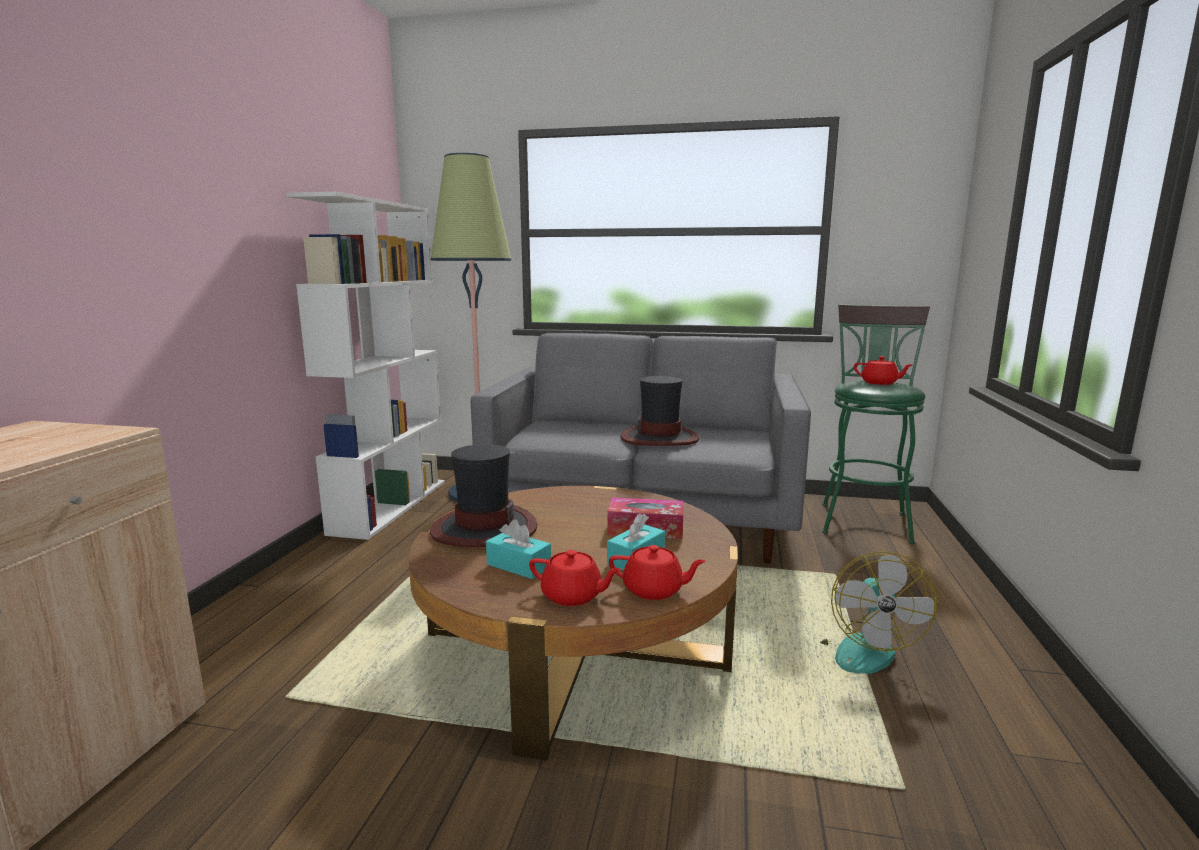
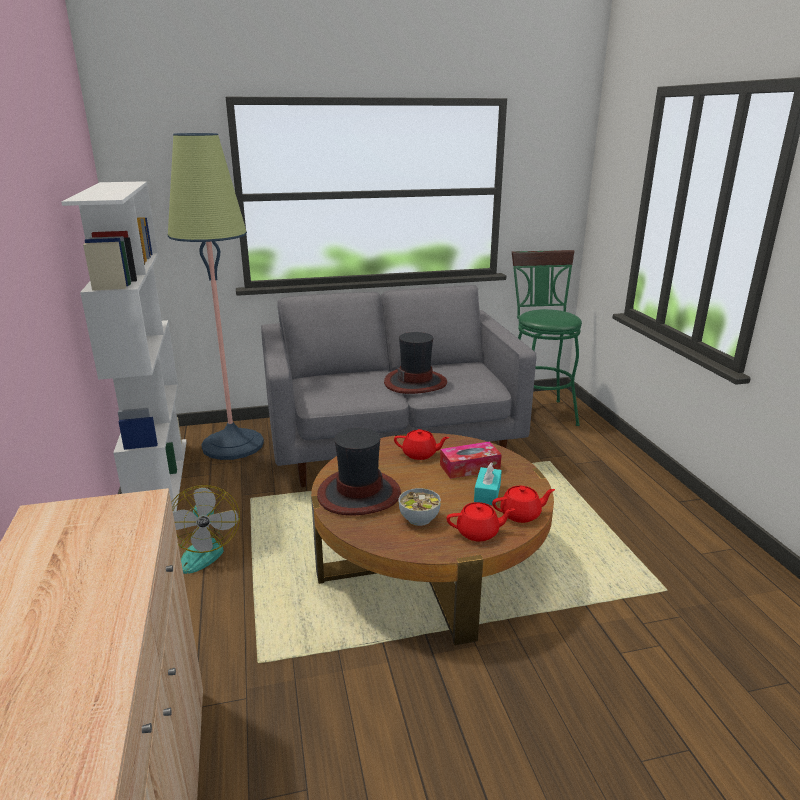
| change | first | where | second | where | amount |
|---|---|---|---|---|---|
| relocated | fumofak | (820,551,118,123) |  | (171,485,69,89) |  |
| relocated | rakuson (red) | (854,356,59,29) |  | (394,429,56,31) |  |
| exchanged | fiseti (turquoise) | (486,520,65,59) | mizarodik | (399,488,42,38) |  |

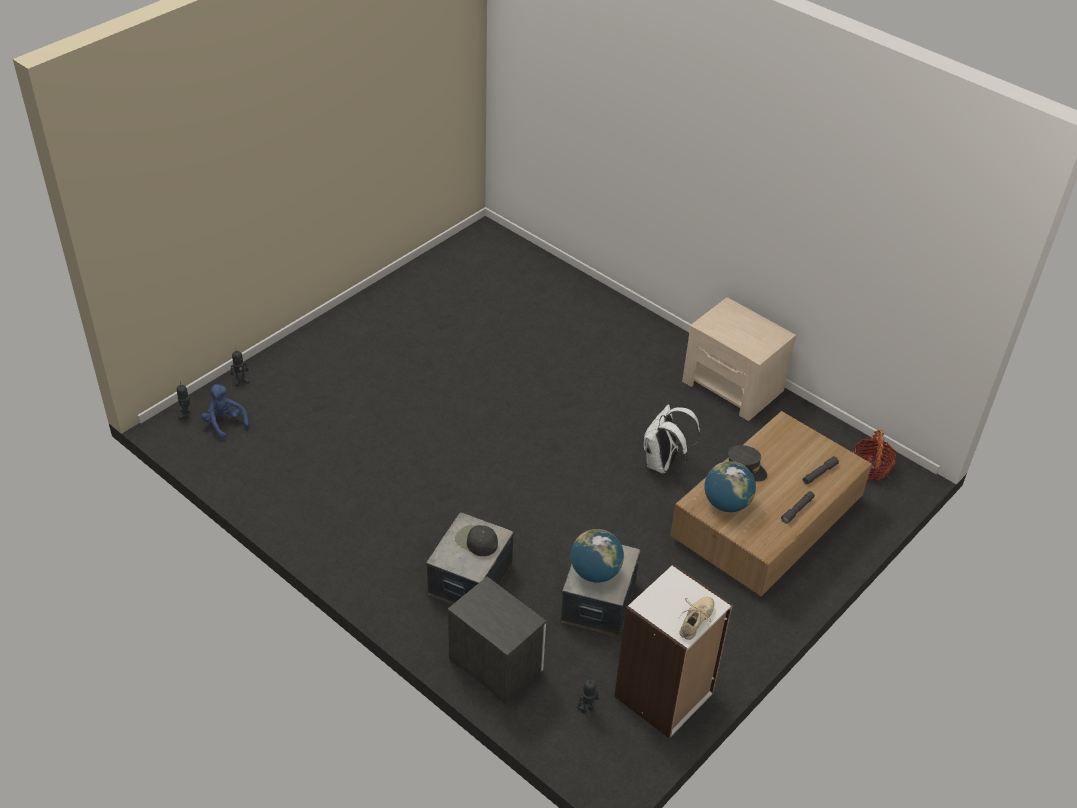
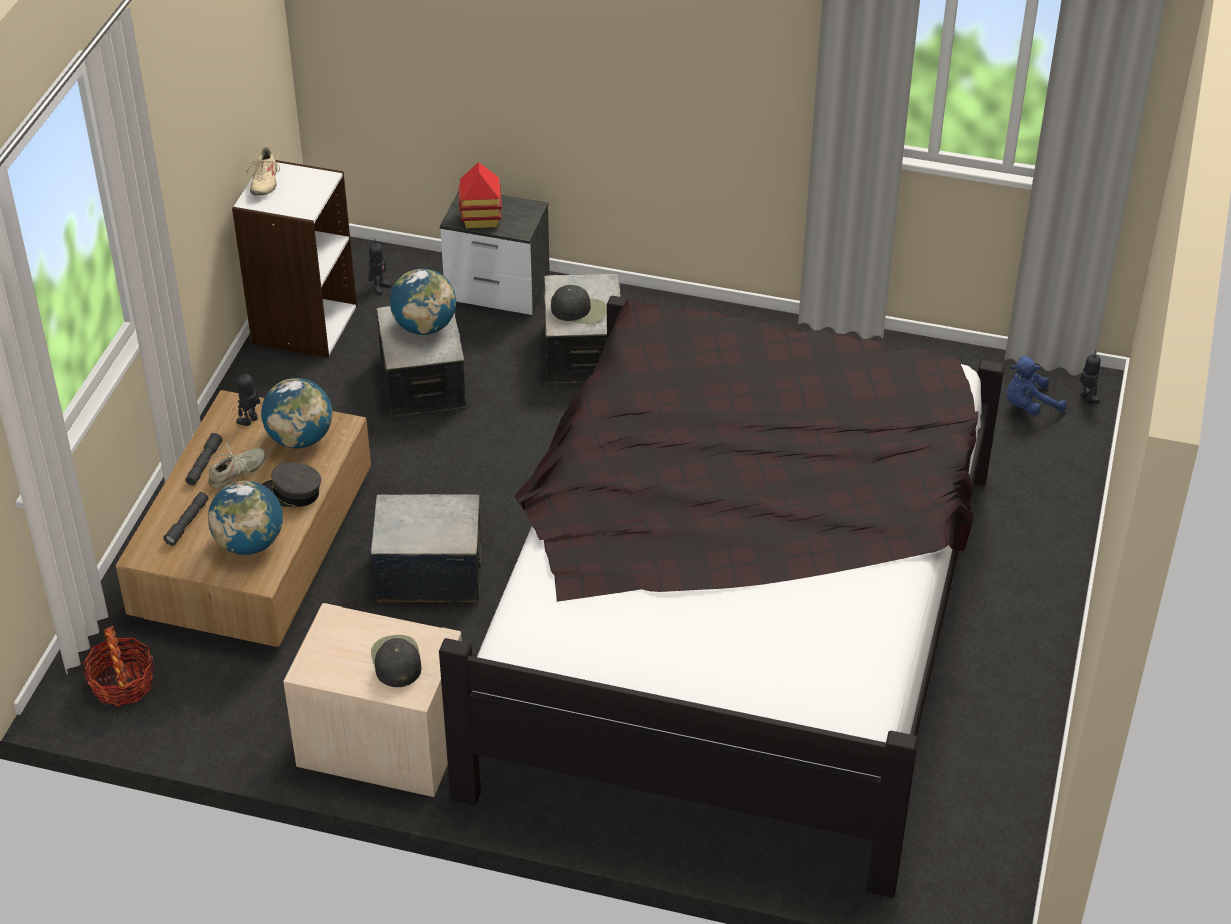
| change | first | where | second | where | amount |
|---|---|---|---|---|---|
| appeared |  |  | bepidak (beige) | (208,442,58,47) |  |
| appeared |  |  | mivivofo | (208,481,75,74) |  |
| appeared |  |  | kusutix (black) | (371,635,50,52) |  |
| appeared |  |  | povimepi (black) | (439,296,566,602) |  |
| appeared |  |  | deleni | (459,162,43,66) |  |
| relocated | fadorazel | (231,351,18,35) |  | (236,369,25,57) |  |
| exchanged | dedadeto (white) | (644,404,56,70) | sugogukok | (371,494,110,108) |  |
| spun | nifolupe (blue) | (201,384,48,56) |  | (1007,356,59,59) | 135 degrees clockwise |

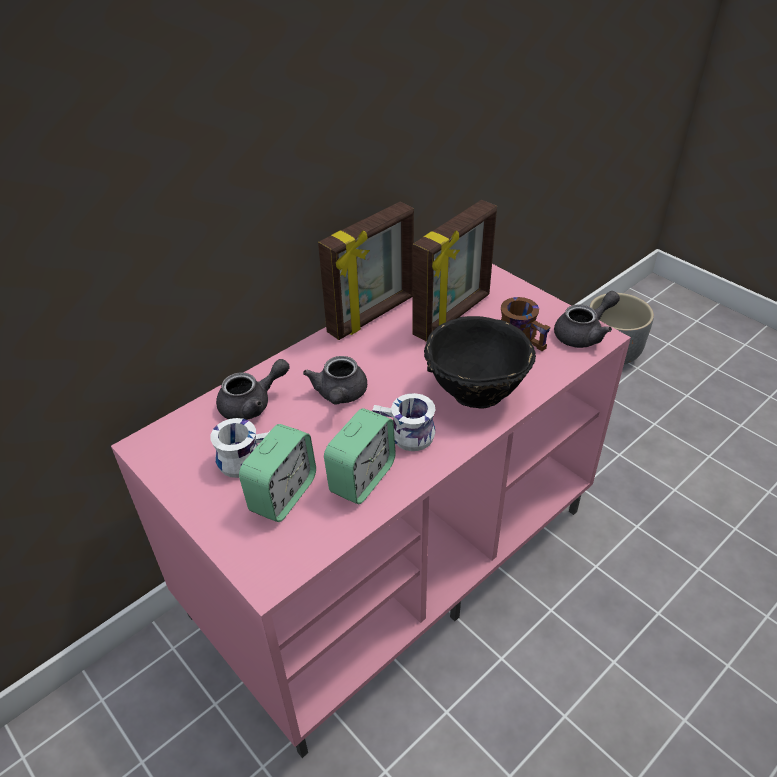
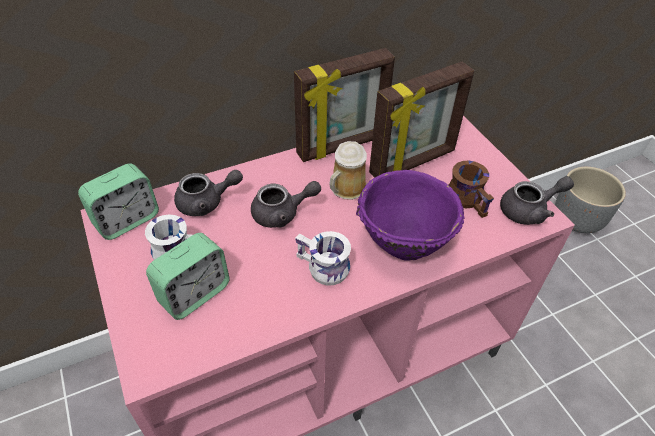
| change | first | where | second | where | amount |
|---|---|---|---|---|---|
| appeared |  |  | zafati | (329,141,38,59) |  |
| relocated | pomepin | (324,408,72,96) |  | (78,163,81,77) |  |
| colour | mizarodik (black) | (424,316,112,92) | mizarodik (purple) | (356,170,109,91) |  |
| spun | rakuson (grey) | (303,356,64,49) |  | (251,181,70,47) | 120 degrees counterclockwise |

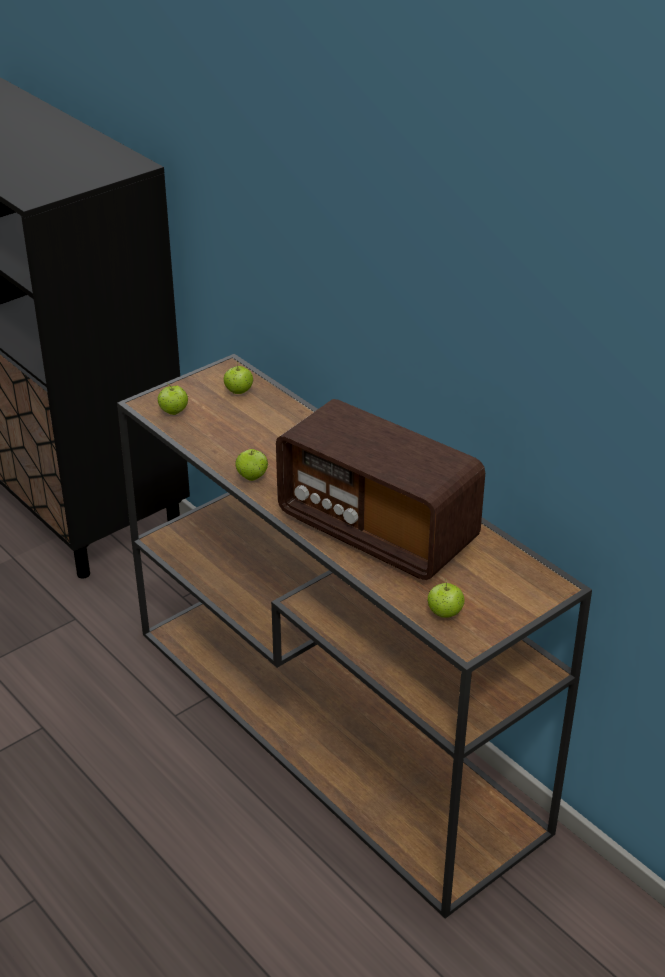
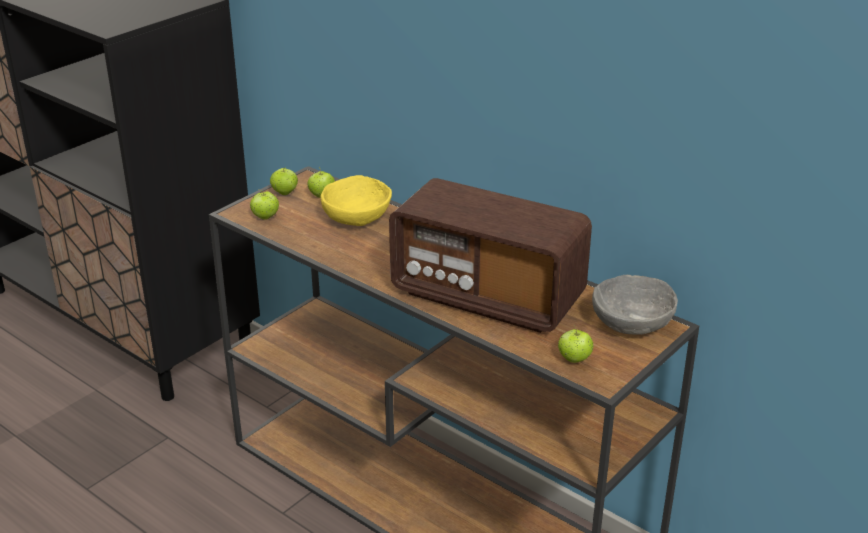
| change | first | where | second | where | amount |
|---|---|---|---|---|---|
| appeared |  |  | mizarodik (yellow) | (320,175,72,51) |  |
| appeared |  |  | mizarodik (grey) | (592,275,86,60) |  |
| relocated | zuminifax | (235,449,33,32) |  | (270,168,28,27) |  |

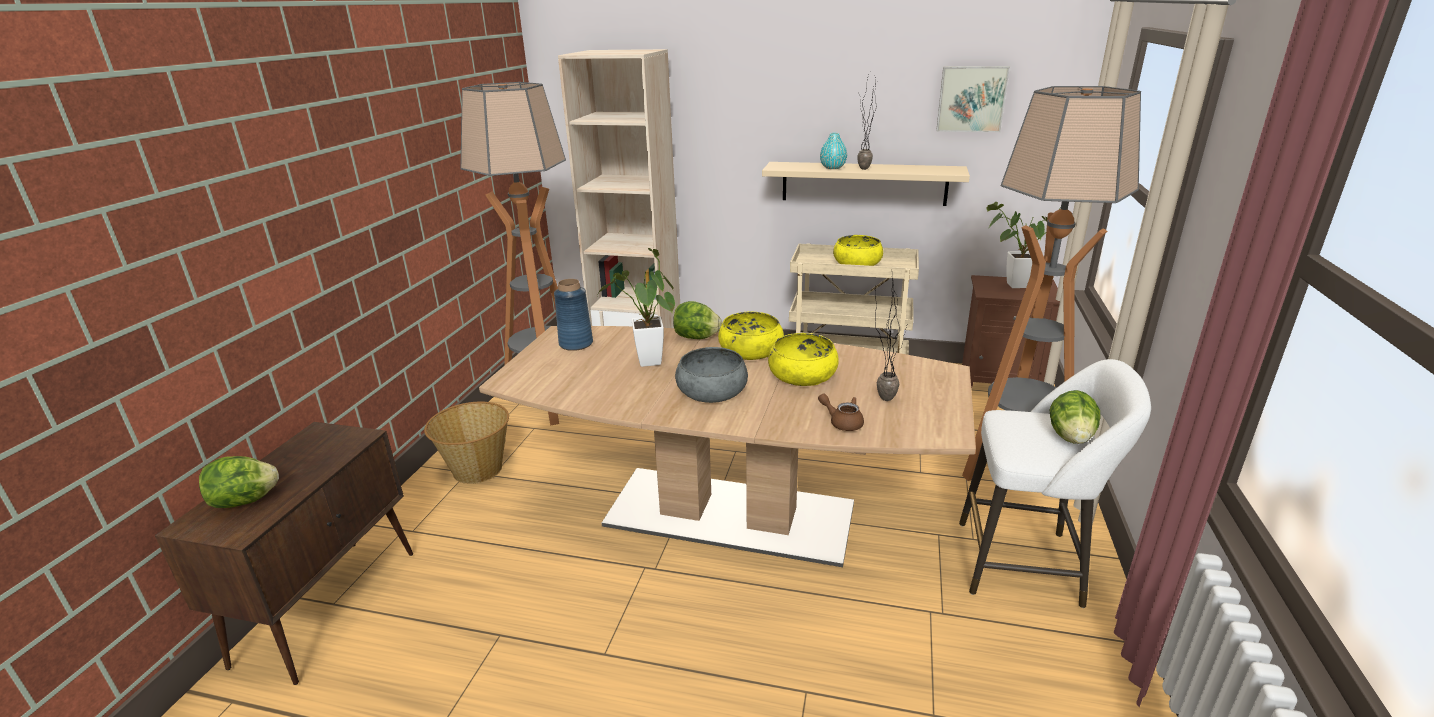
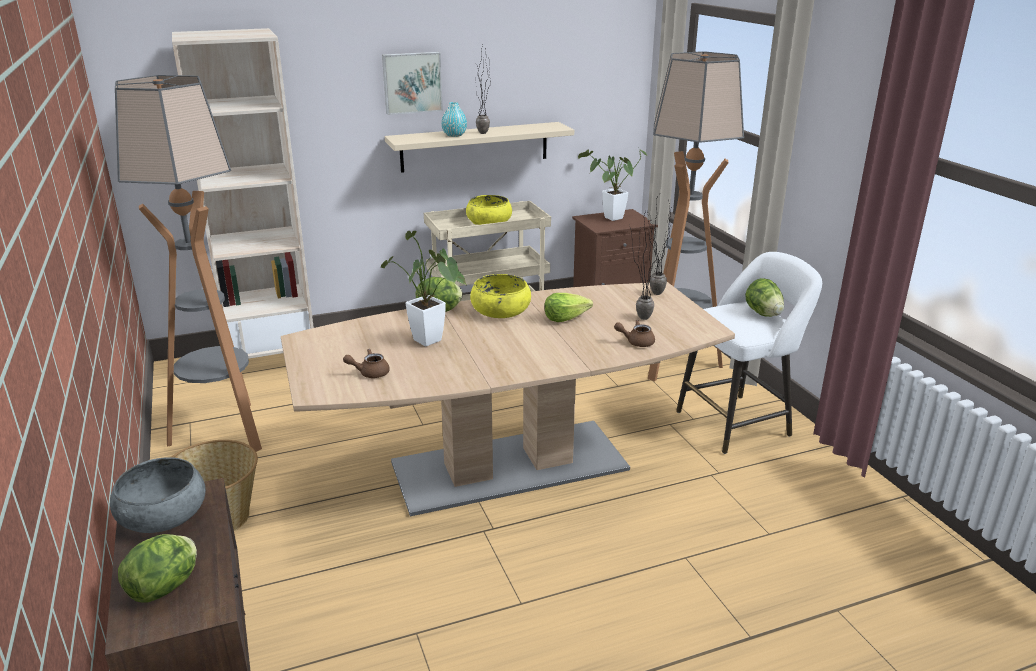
| change | first | where | second | where | amount |
|---|---|---|---|---|---|
| missing | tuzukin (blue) | (554,279,39,72) |  |  |  |
| appeared |  |  | rakuson (brown) | (343,349,47,29) |  |
| appeared |  |  | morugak | (647,195,25,100) |  |
| relocated | mizarodik (grey) | (675,347,73,56) |  | (110,457,96,76) |  |
| relocated | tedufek | (936,66,74,66) |  | (382,52,61,63) |  |
| exchanged | mizarodik (yellow) | (768,333,71,53) | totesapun | (544,293,49,29) |  |

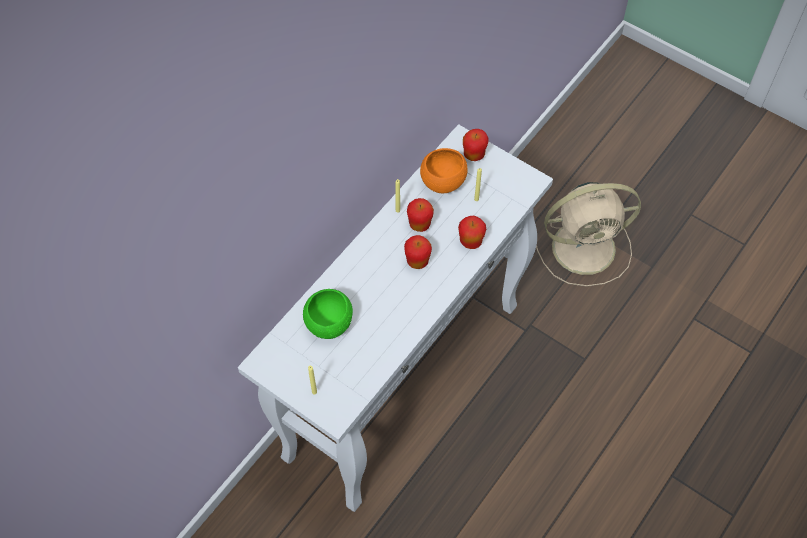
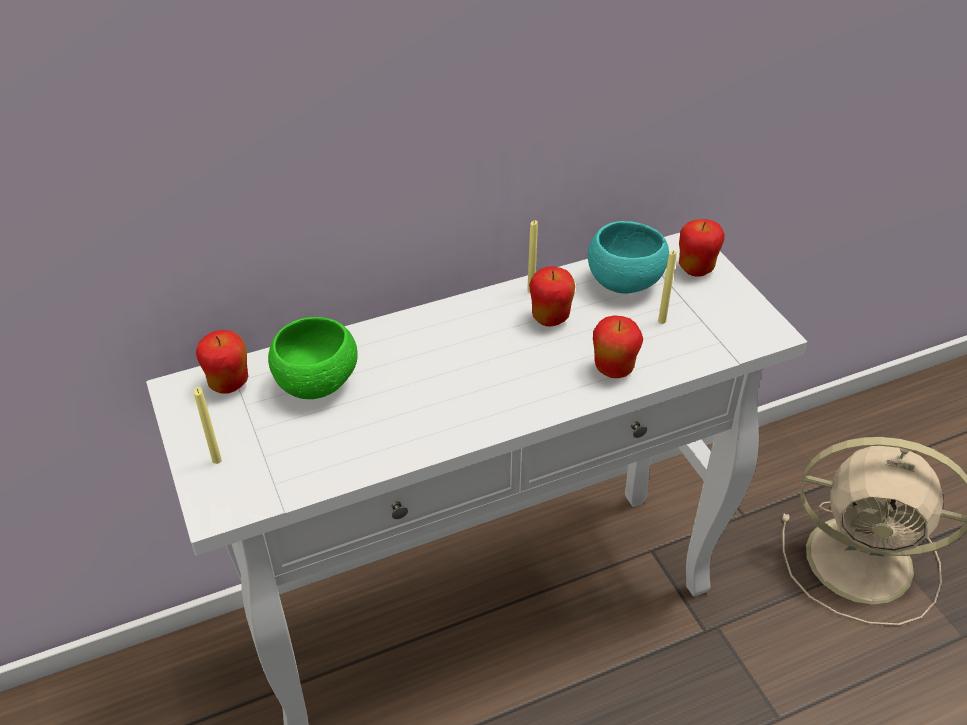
| change | first | where | second | where | amount |
|---|---|---|---|---|---|
| relocated | zuminifax | (404,235,28,34) |  | (196,330,52,64) |  |
| colour | mizarodik (orange) | (420,148,48,45) | mizarodik (turquoise) | (588,221,81,73) |  |

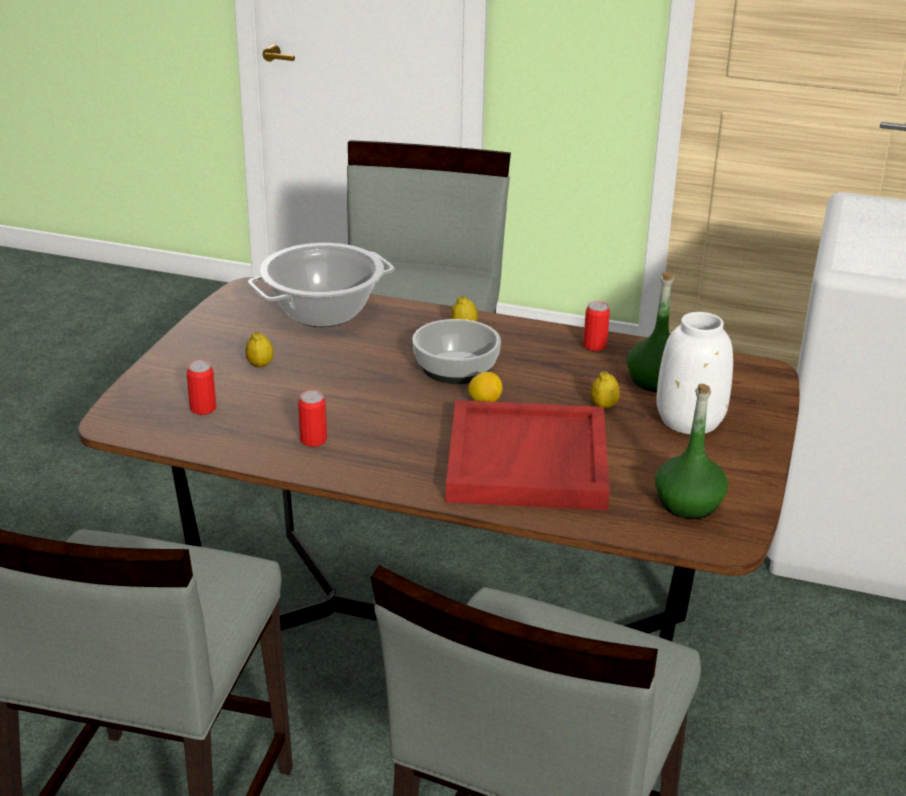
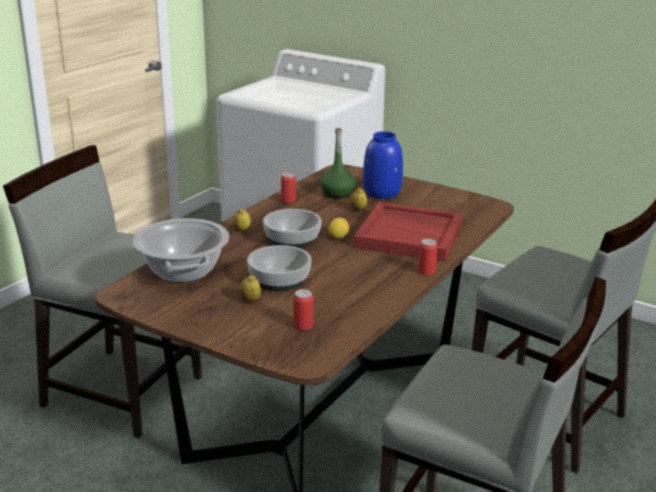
| change | first | where | second | where | amount |
|---|---|---|---|---|---|
| missing | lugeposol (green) | (655,384,73,135) |  |  |  |
| appeared |  |  | mizarodik | (247,245,65,46) |  |
| relocated | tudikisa | (298,390,29,57) |  | (418,239,19,36) |  |
| colour | tuzukin (white) | (657,312,76,122) | tuzukin (blue) | (363,131,40,68) |  |

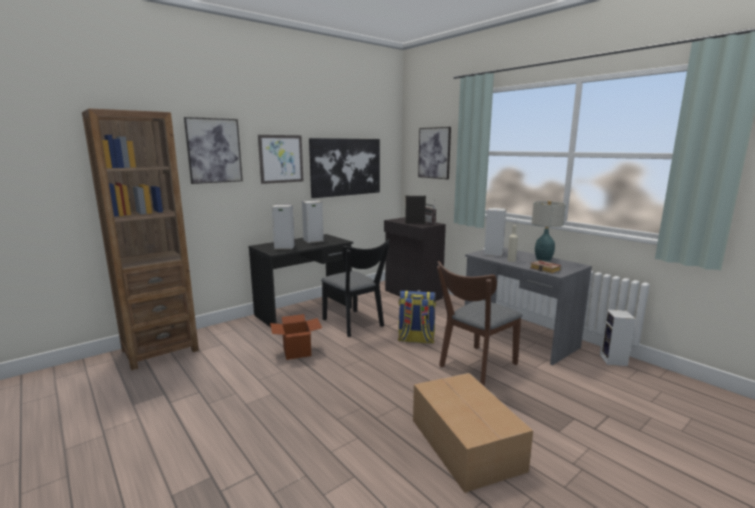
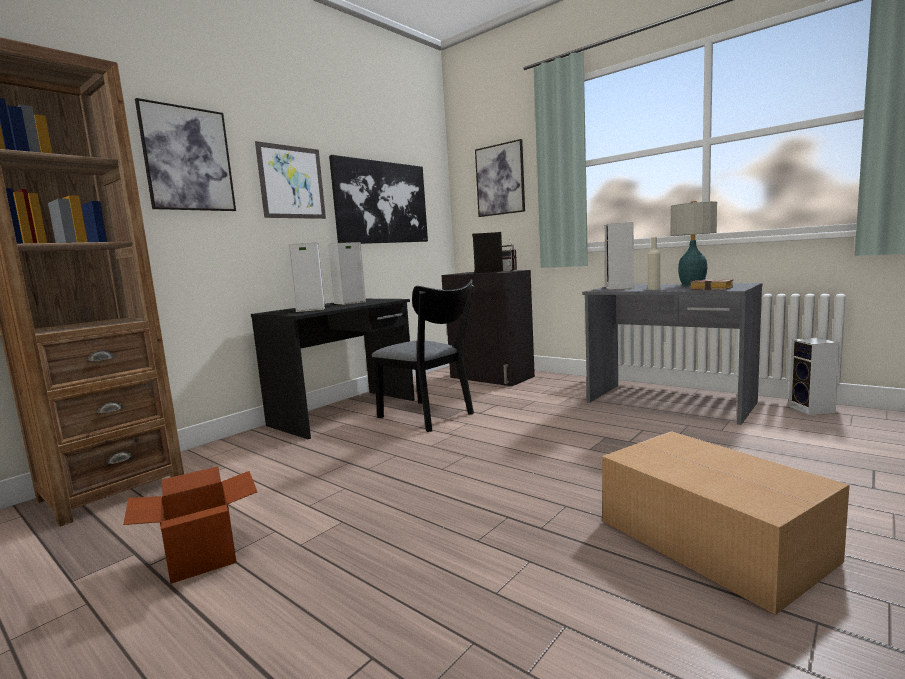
| change | first | where | second | where | amount |
|---|---|---|---|---|---|
| missing | dedadeto | (398,291,38,53) |  |  |  |
| missing | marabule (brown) | (437,261,85,126) |  |  |  |
| relocated | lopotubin | (270,314,52,46) |  | (123,467,134,117) |  |

